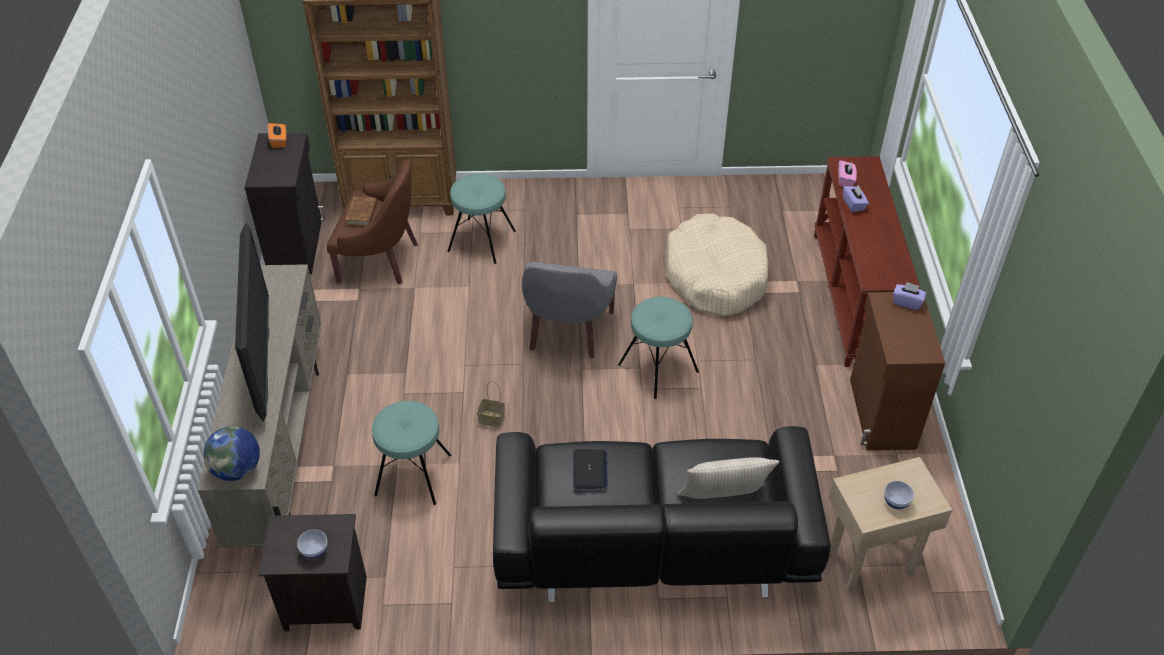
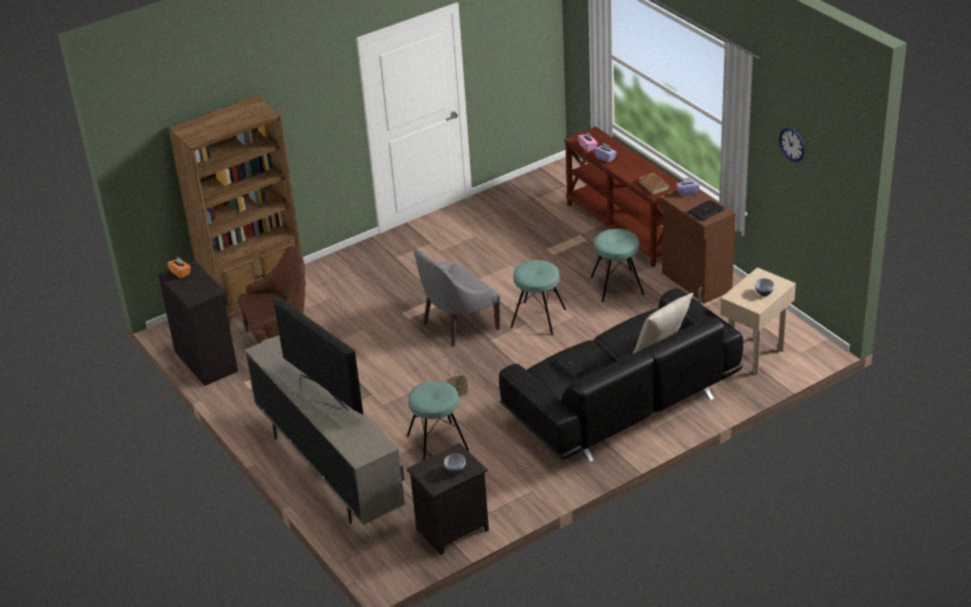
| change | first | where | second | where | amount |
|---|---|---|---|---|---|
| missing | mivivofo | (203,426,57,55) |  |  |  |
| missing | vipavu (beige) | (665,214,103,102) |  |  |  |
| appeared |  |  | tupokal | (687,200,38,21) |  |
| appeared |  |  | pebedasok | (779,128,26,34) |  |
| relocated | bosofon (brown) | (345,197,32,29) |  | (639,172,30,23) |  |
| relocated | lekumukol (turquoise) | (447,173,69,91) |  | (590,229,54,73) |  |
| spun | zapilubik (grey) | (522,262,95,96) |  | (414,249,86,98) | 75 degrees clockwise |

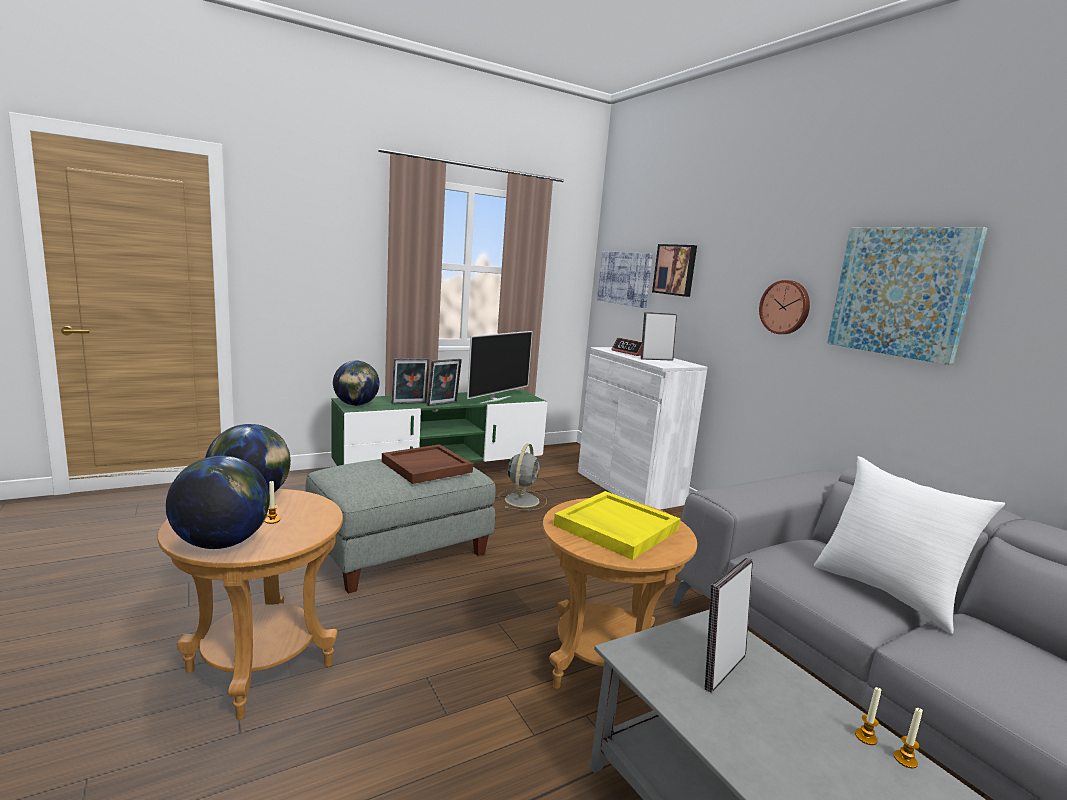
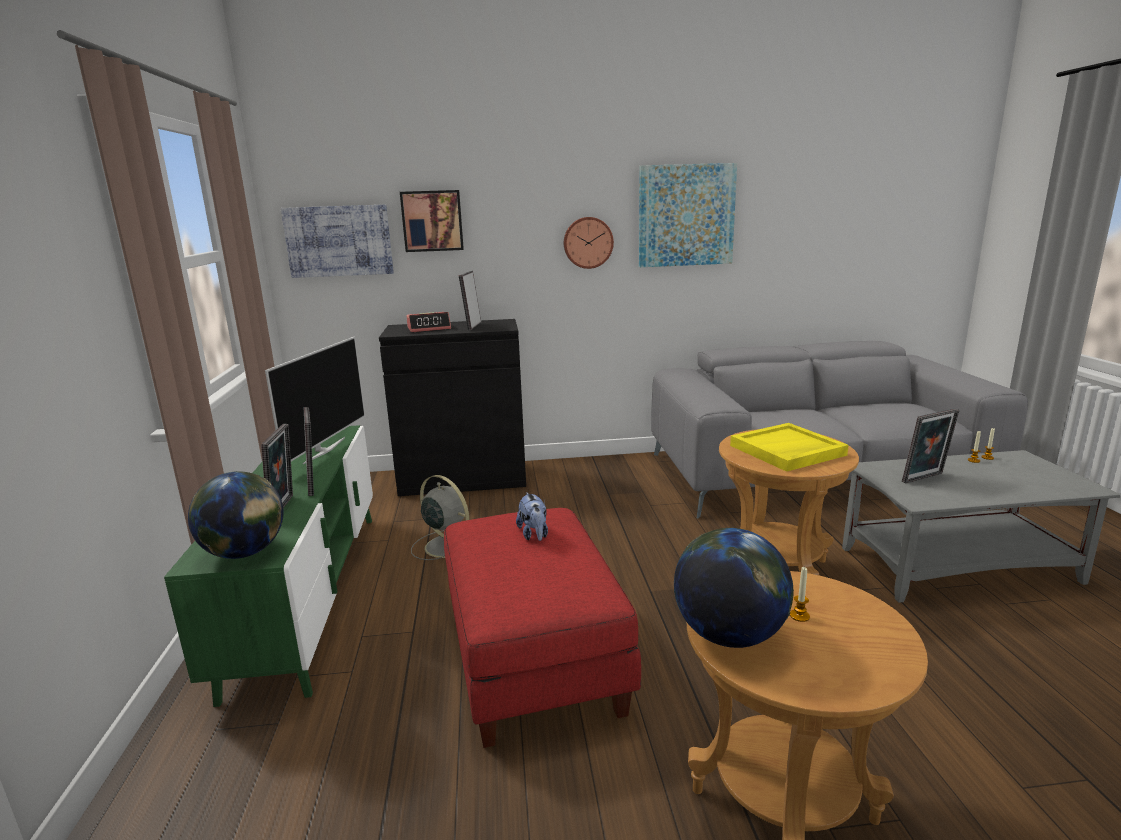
| change | first | where | second | where | amount |
|---|---|---|---|---|---|
| missing | mivivofo | (166,456,104,93) |  |  |  |
| missing | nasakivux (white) | (814,456,191,178) |  |  |  |
| exchanged | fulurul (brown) | (382,444,91,40) | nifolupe | (516,492,32,49) |  |
| colour | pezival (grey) | (306,459,190,135) | pezival (red) | (444,508,197,240) |  |
| colour | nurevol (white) | (578,347,130,163) | nurevol (black) | (379,319,147,177) |  |
| spun | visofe | (467,331,66,73) |  | (265,337,100,127) | 45 degrees clockwise |
| spun | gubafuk | (705,558,48,135) |  | (902,408,57,75) | 90 degrees counterclockwise |

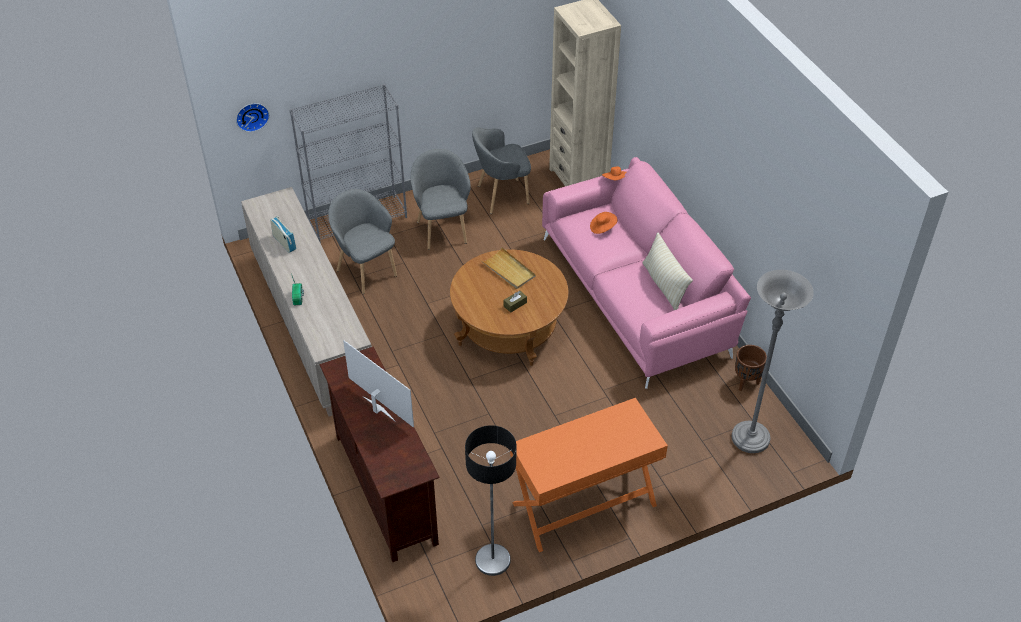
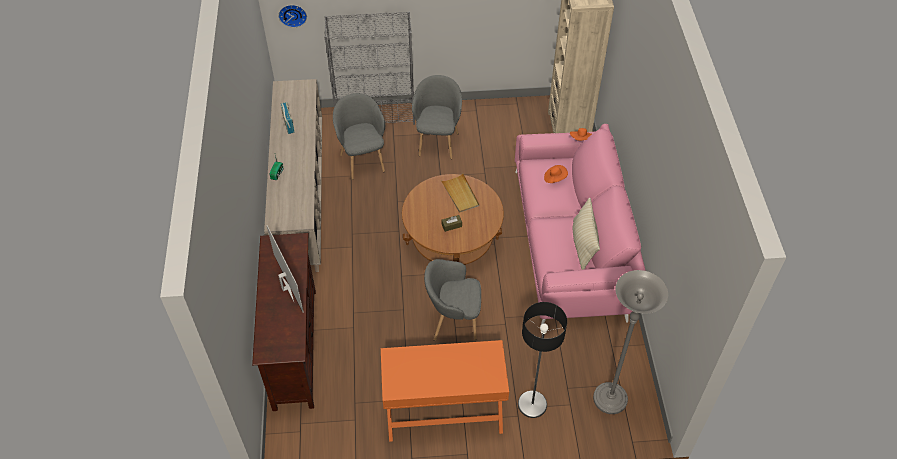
| change | first | where | second | where | amount |
|---|---|---|---|---|---|
| missing | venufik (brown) | (735,345,32,46) |  |  |  |
| relocated | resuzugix | (465,425,51,151) |  | (518,302,49,116) |  |
| relocated | zapilubik (grey) | (472,128,59,86) |  | (424,259,57,82) |  |

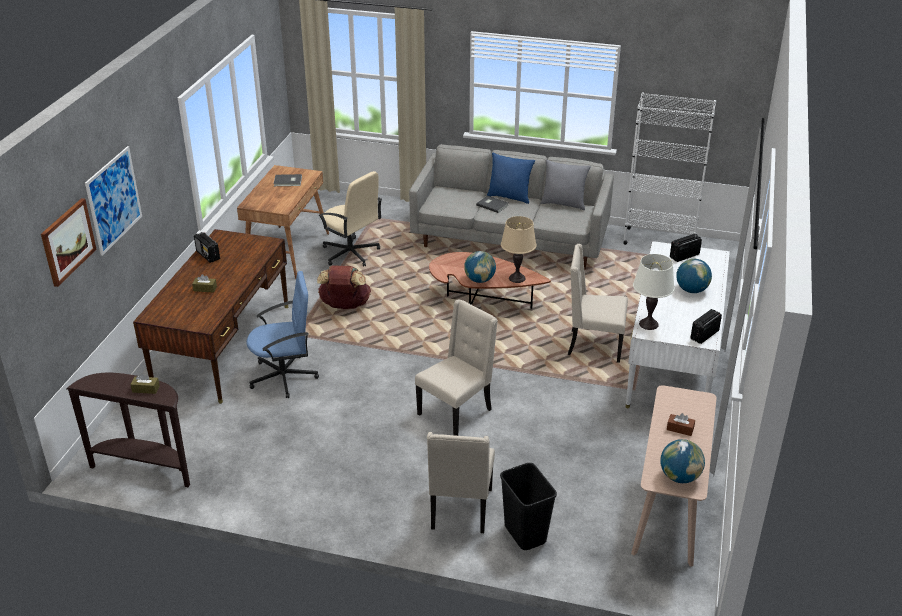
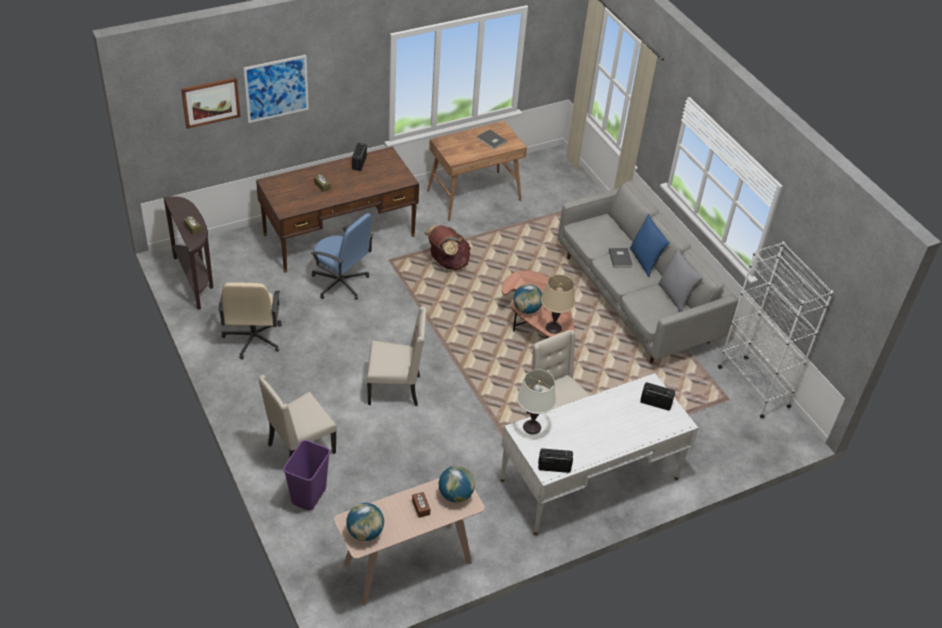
| change | first | where | second | where | amount |
|---|---|---|---|---|---|
| relocated | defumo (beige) | (318,171,64,95) |  | (218,282,64,77) |  |
| relocated | mivivofo | (676,259,36,34) |  | (439,466,36,36) |  |
| colour | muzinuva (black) | (500,463,57,87) | muzinuva (purple) | (283,440,47,70) |  |

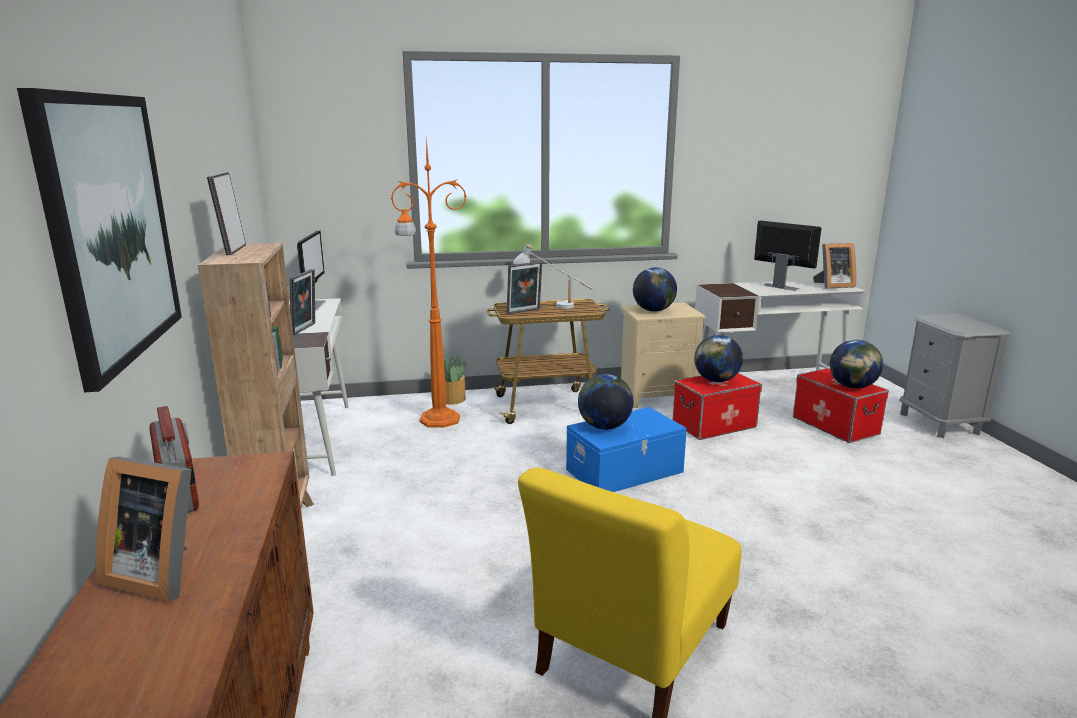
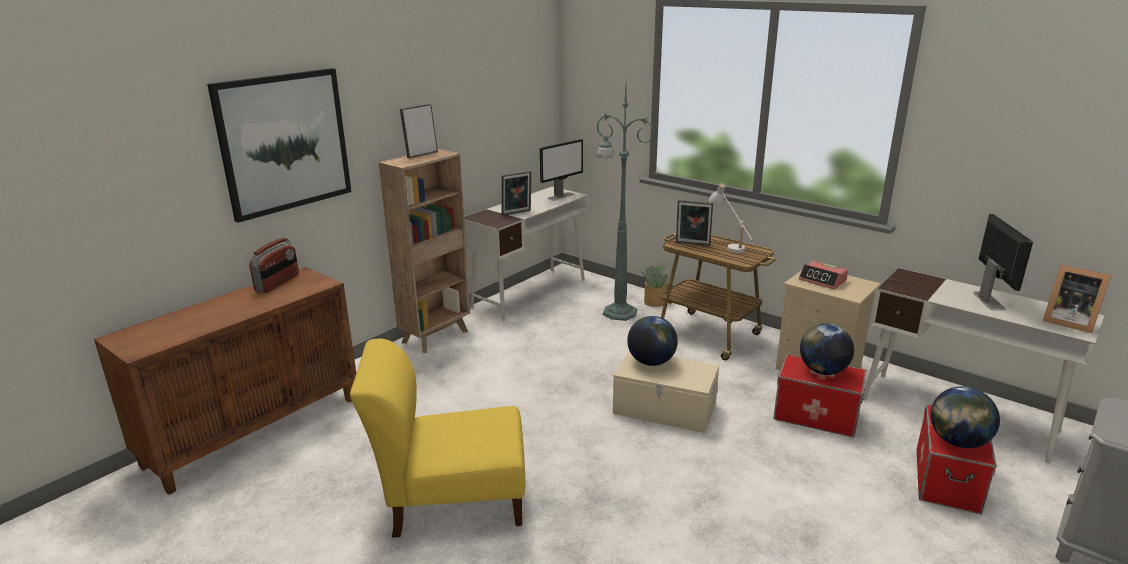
| change | first | where | second | where | amount |
|---|---|---|---|---|---|
| missing | gubafuk | (96,456,95,146) |  |  |  |
| exchanged | mivivofo | (633,267,44,45) | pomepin | (799,261,49,28) |  |
| colour | resuzugix (orange) | (391,137,76,290) | resuzugix (green) | (597,87,57,234) |  |
| colour | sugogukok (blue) | (566,407,121,85) | sugogukok (beige) | (613,351,106,82) |  |

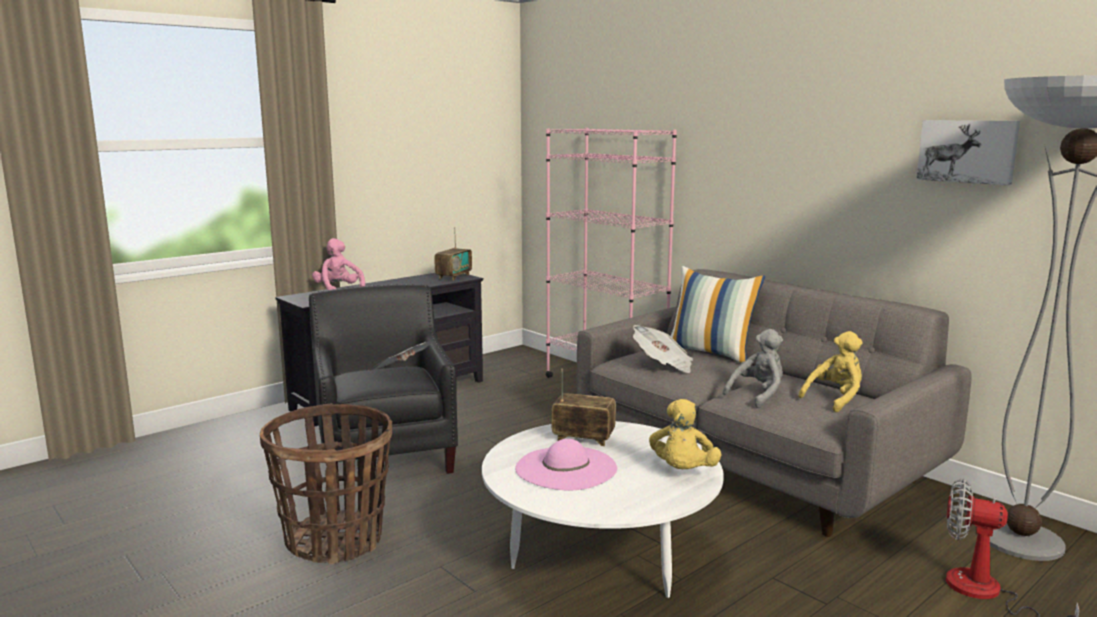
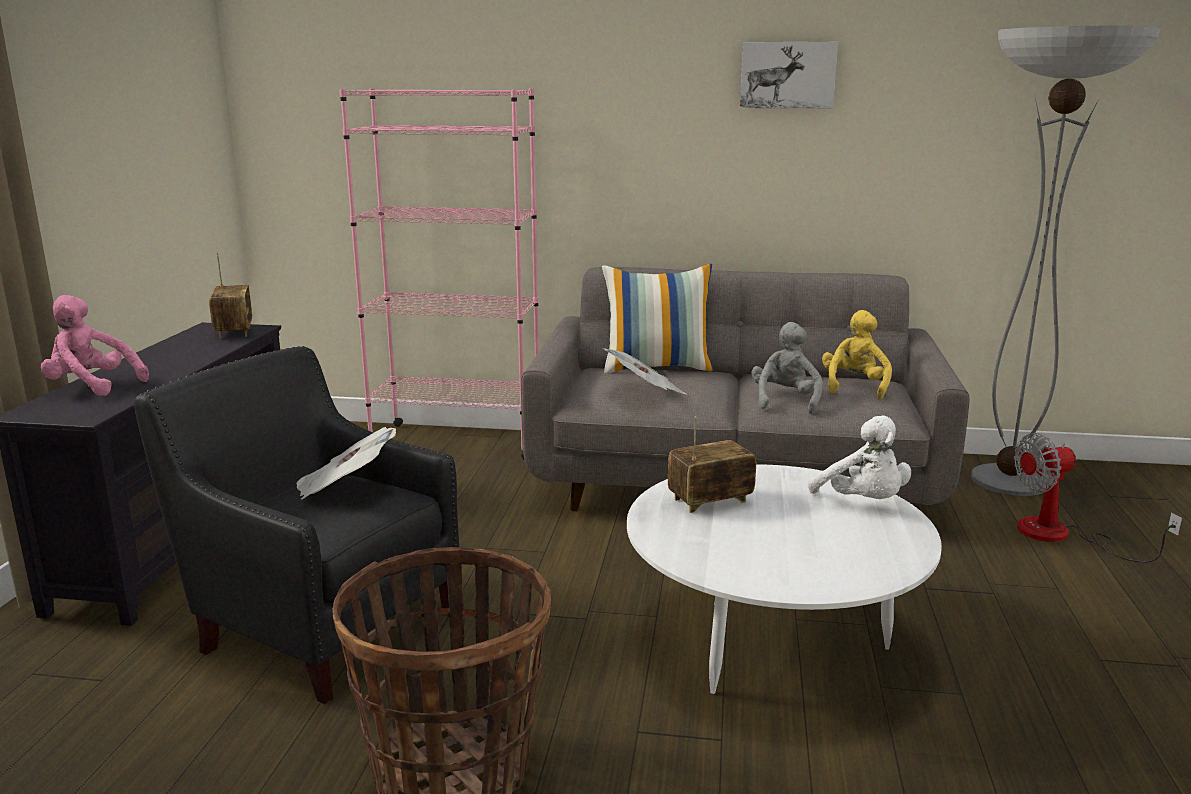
| change | first | where | second | where | amount |
|---|---|---|---|---|---|
| missing | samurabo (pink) | (515,439,102,52) |  |  |  |
| relocated | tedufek | (916,120,104,65) |  | (740,42,98,66) |  |
| colour | nifolupe (yellow) | (649,399,73,70) | nifolupe (white) | (808,416,103,83) |  |

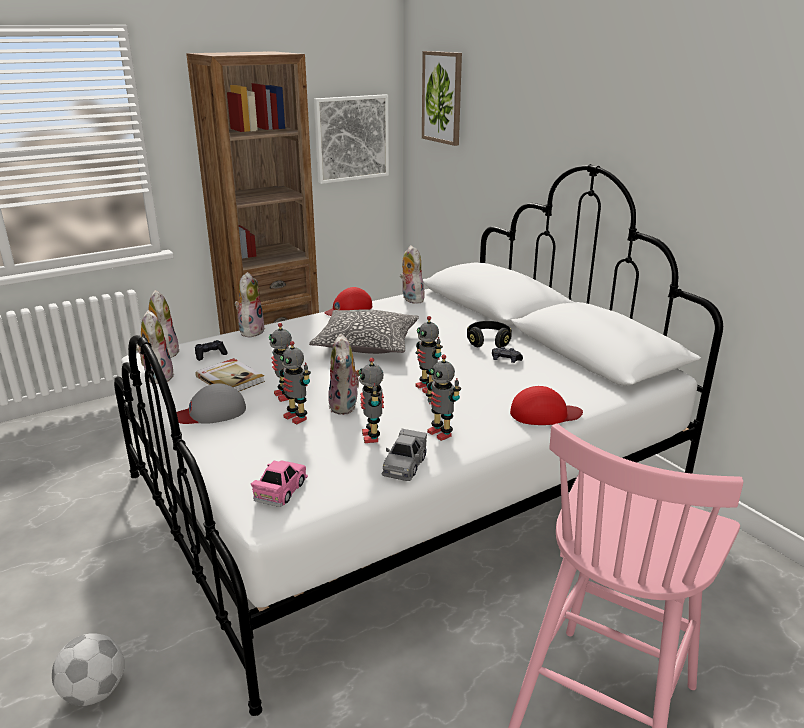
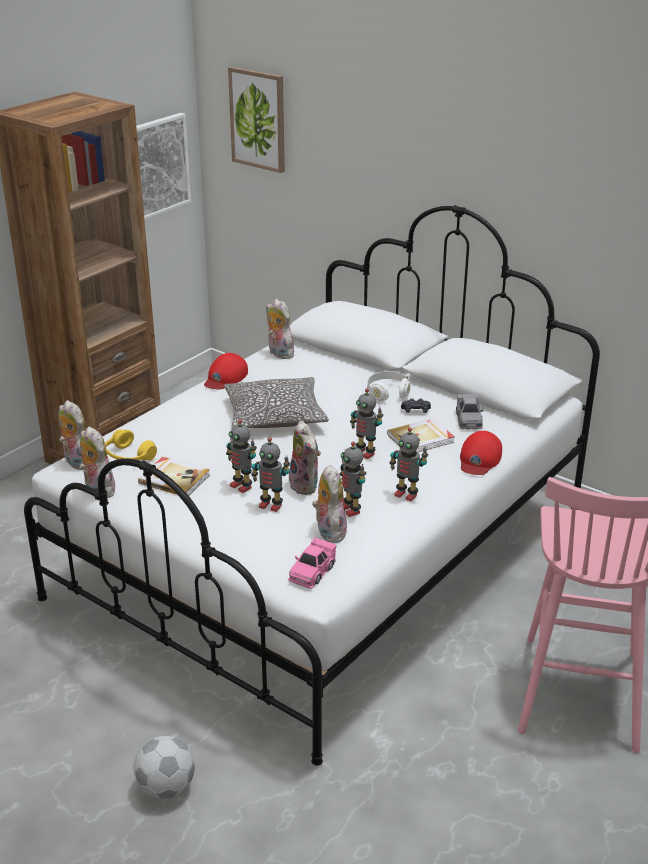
| change | first | where | second | where | amount |
|---|---|---|---|---|---|
| missing | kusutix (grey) | (176,383,70,41) |  |  |  |
| appeared |  |  | bosofon | (387,418,67,34) |  |
| relocated | nifolupe | (234,272,31,65) |  | (312,465,35,78) |  |
| relocated | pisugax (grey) | (381,429,46,52) |  | (456,394,28,35) |  |
| exchanged | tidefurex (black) | (195,340,33,21) | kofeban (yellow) | (105,429,52,32) |  |
| colour | kofeban (black) | (467,321,45,27) | kofeban (white) | (367,371,44,30) |  |
| spun | pisugax (pink) | (251,461,57,46) |  | (288,538,49,51) | 150 degrees counterclockwise |
| spun | kusutix (red) | (510,386,73,39) |  | (460,431,42,44) | 135 degrees clockwise |

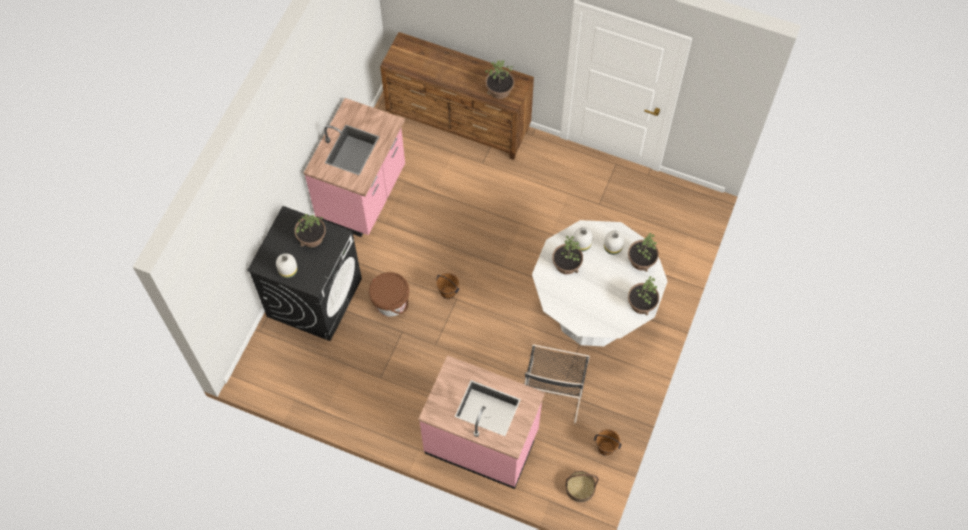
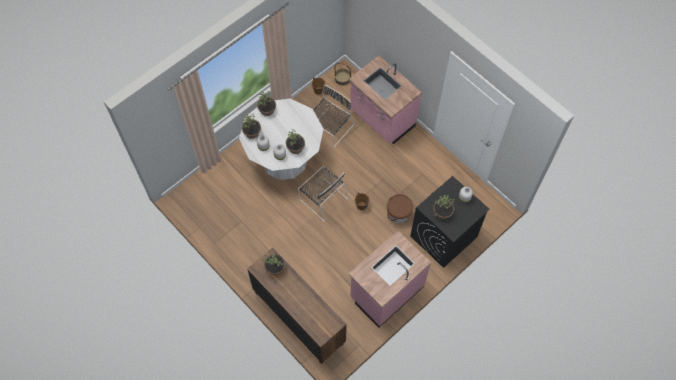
| change | first | where | second | where | amount |
|---|---|---|---|---|---|
| appeared |  |  | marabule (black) | (298,166,51,56) |  |

